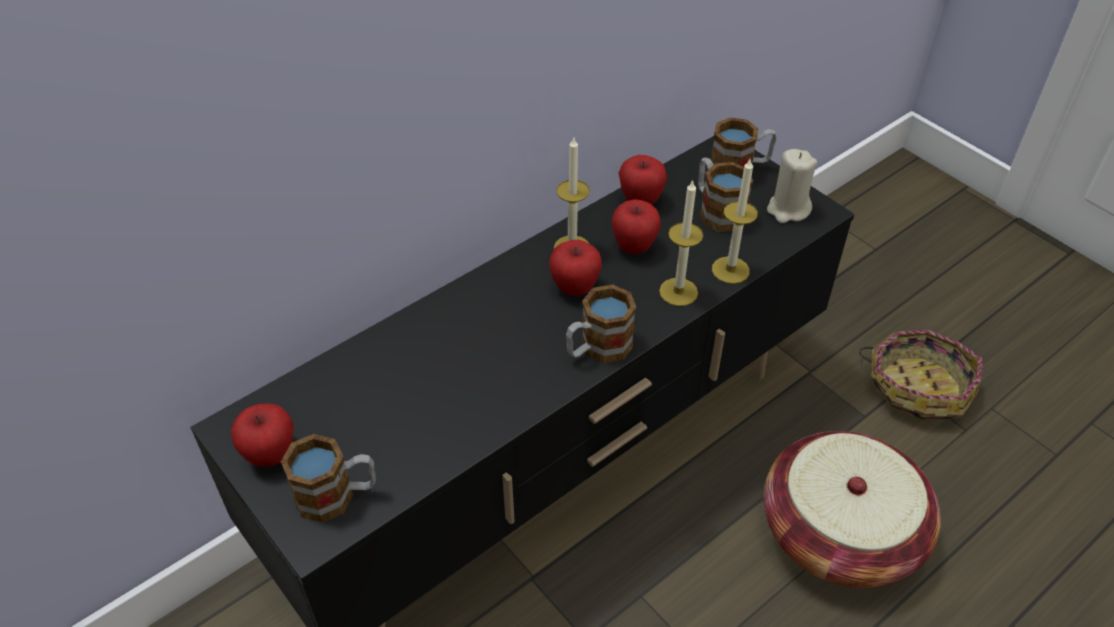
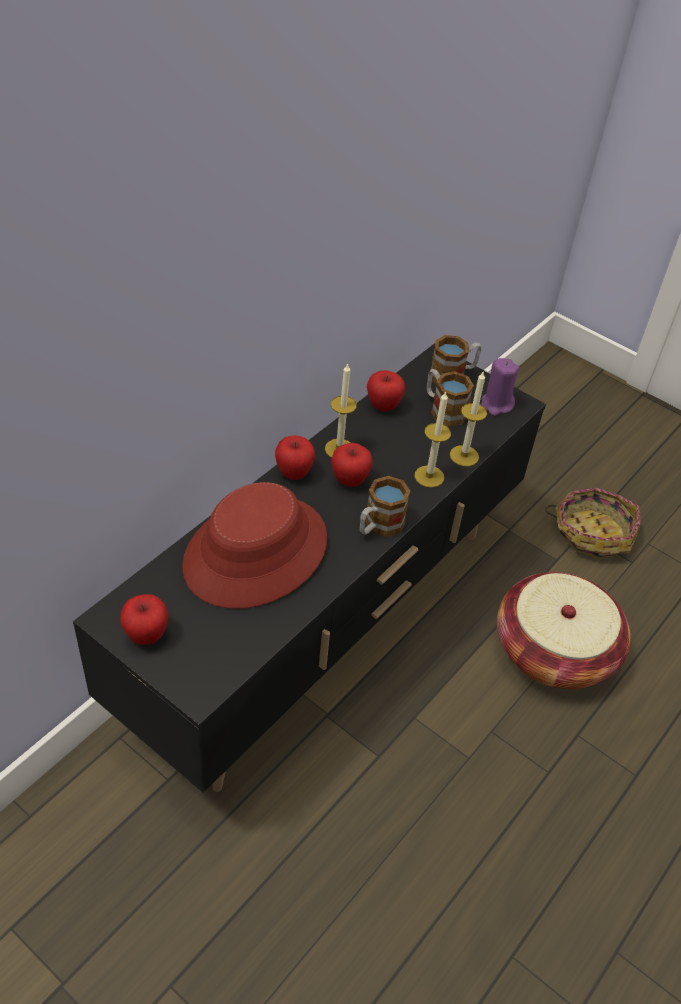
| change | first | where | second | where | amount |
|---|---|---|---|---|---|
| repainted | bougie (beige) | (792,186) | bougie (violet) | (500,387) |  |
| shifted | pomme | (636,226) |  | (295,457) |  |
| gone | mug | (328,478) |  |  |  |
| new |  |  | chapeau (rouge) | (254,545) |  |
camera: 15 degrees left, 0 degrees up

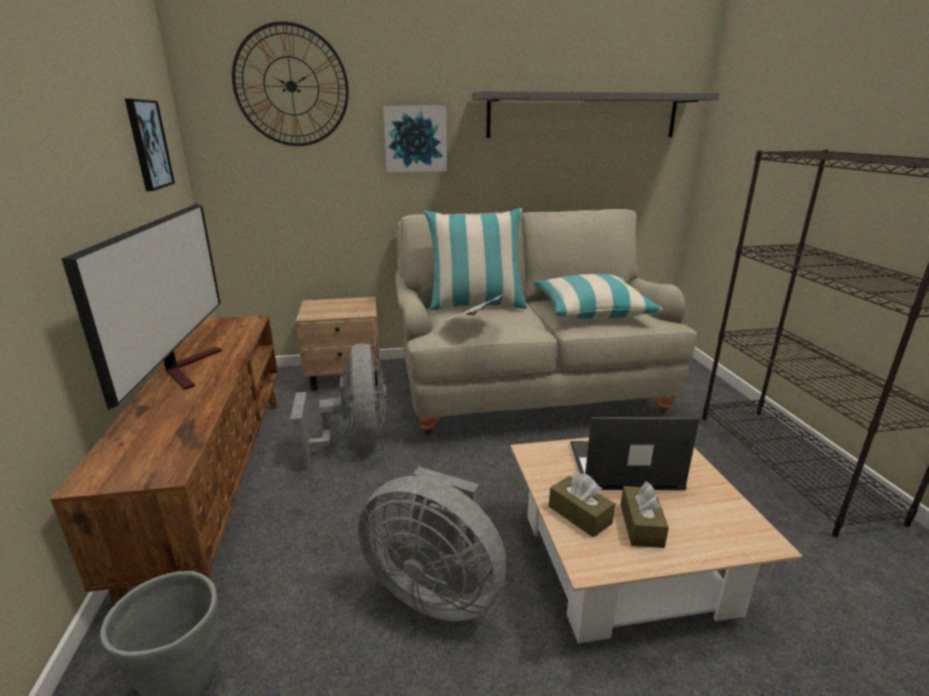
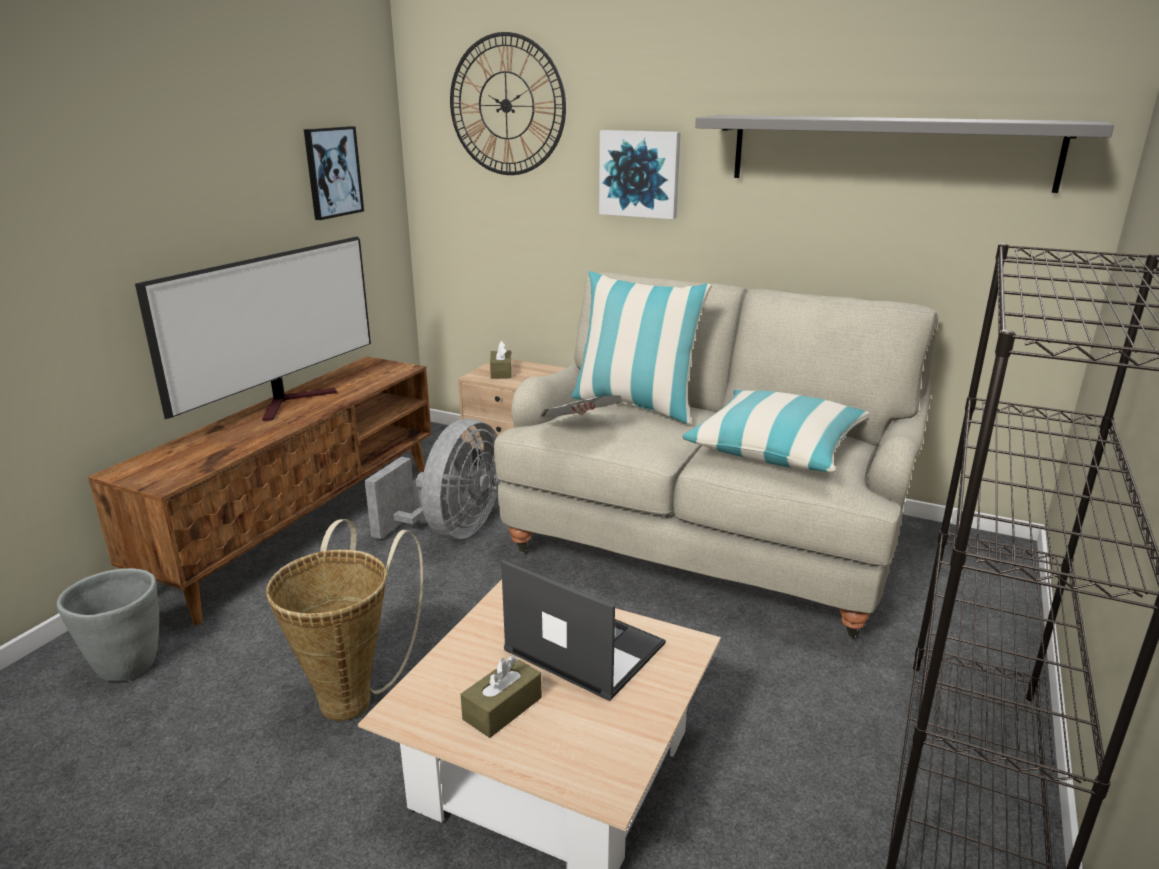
| change | first | where | second | where | amount |
|---|---|---|---|---|---|
| swapped | ventilateur (gris) | (432,544) | panier | (344,620) |  |
| shifted | boîte à mouchoirs (marron) | (582,505) |  | (501,360) |  |
camera: 35 degrees right, 0 degrees up

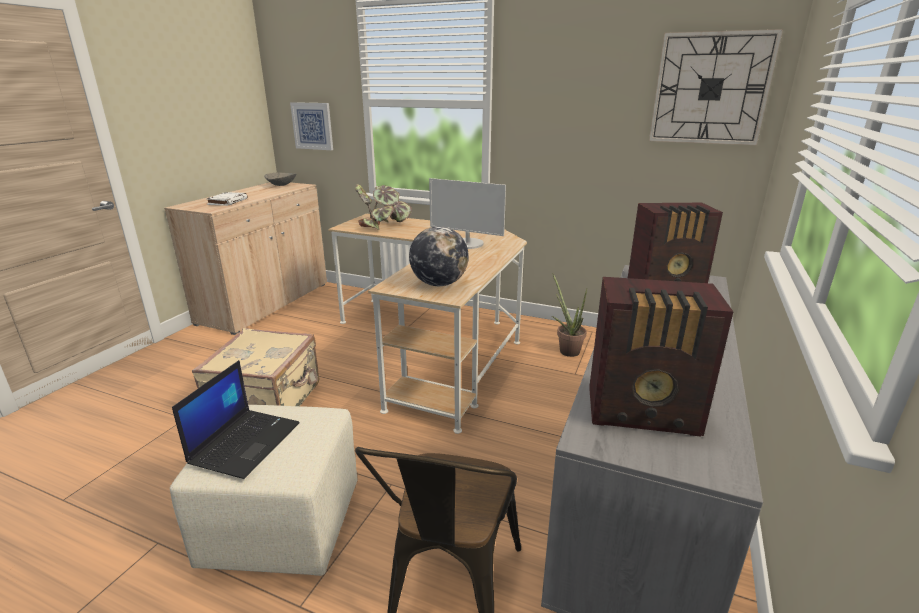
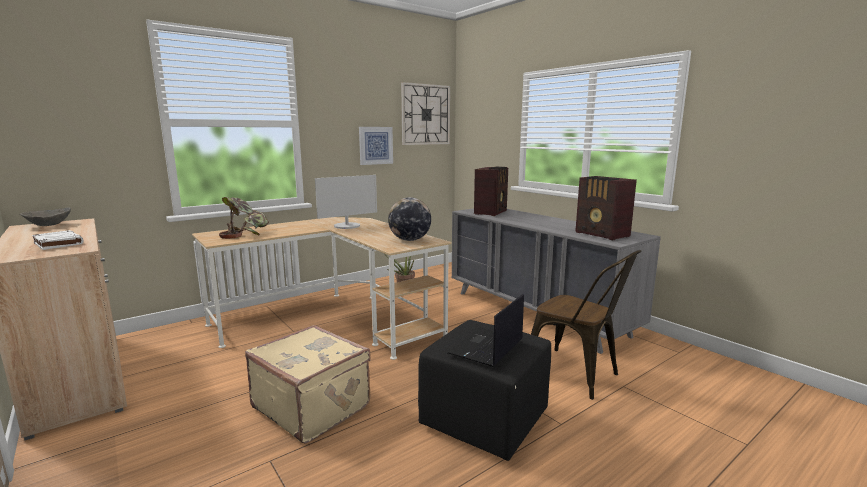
| change | first | where | second | where | amount |
|---|---|---|---|---|---|
| shifted | tableau | (311,126) |  | (376,146) |  |
| rotated | radio | (661,357) |  | (606,208) | 105 degrees clockwise |
| rotated | ordinateur portable | (236,419) |  | (486,330) | 105 degrees counterclockwise |
| repainted | pouf (beige) | (264,490) | pouf (noir) | (484,390) |  |
camera: 60 degrees left, 10 degrees down

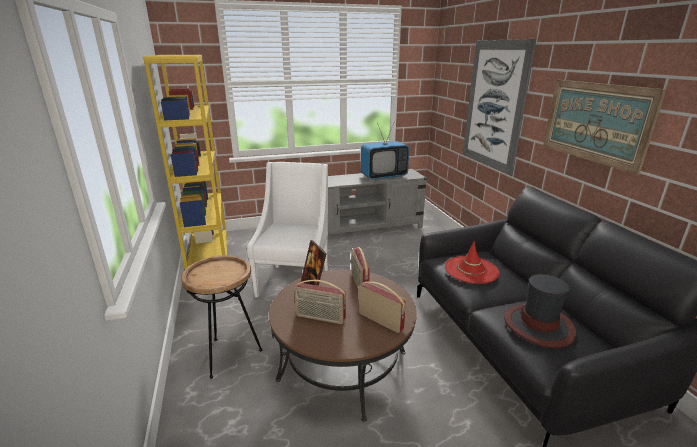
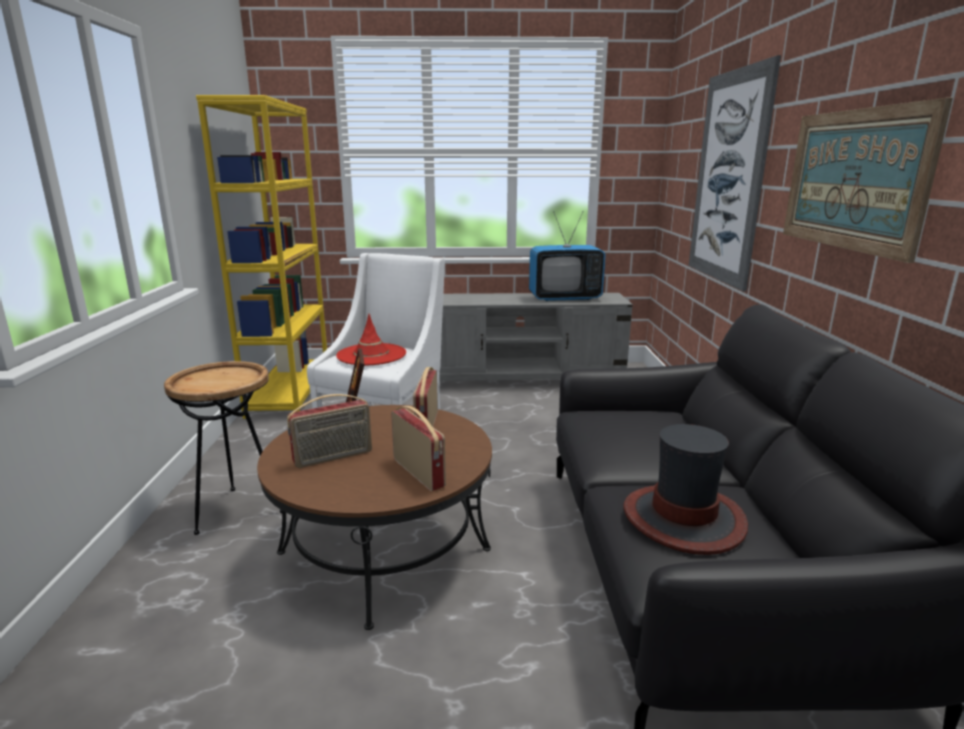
| change | first | where | second | where | amount |
|---|---|---|---|---|---|
| shifted | chapeau (rouge) | (472,262) |  | (371,339) |  |
| rotated | radio | (320,302) |  | (329,431) | 60 degrees counterclockwise |
camera: 15 degrees right, 5 degrees down

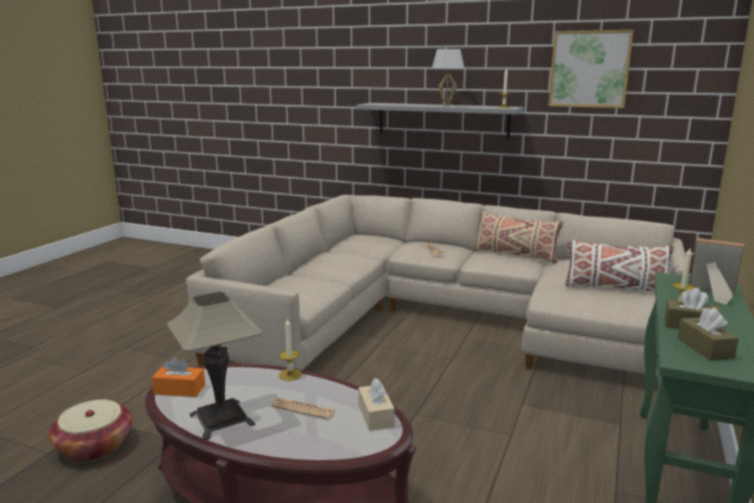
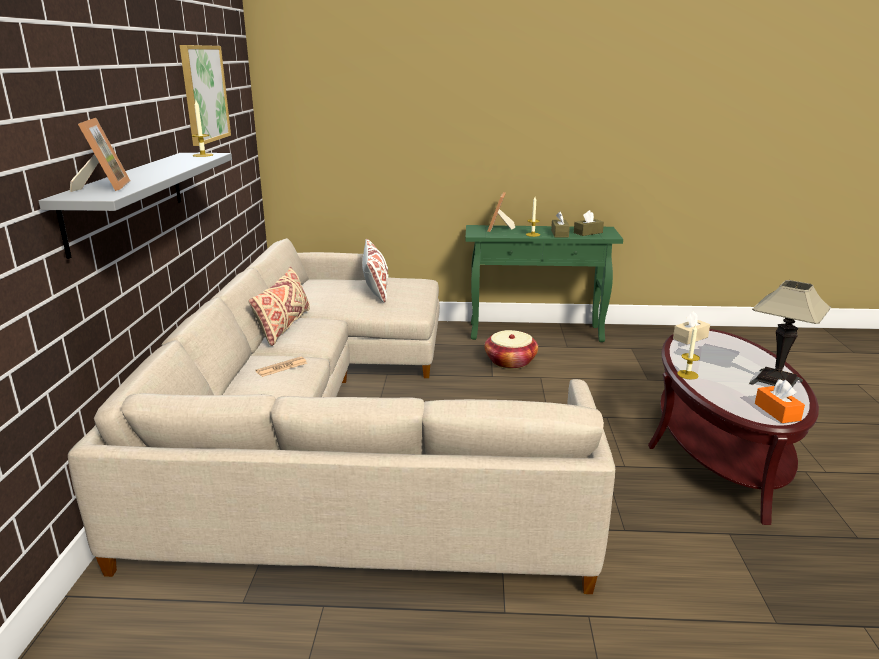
| change | first | where | second | where | amount |
|---|---|---|---|---|---|
| gone | lampe de table (blanc) | (448,77) |  |  |  |
| gone | journal | (303,408) |  |  |  |
| shifted | panier | (90,430) |  | (511,349) |  |
| new |  |  | cadre photo | (100,155) |  |
camera: 110 degrees left, 5 degrees up

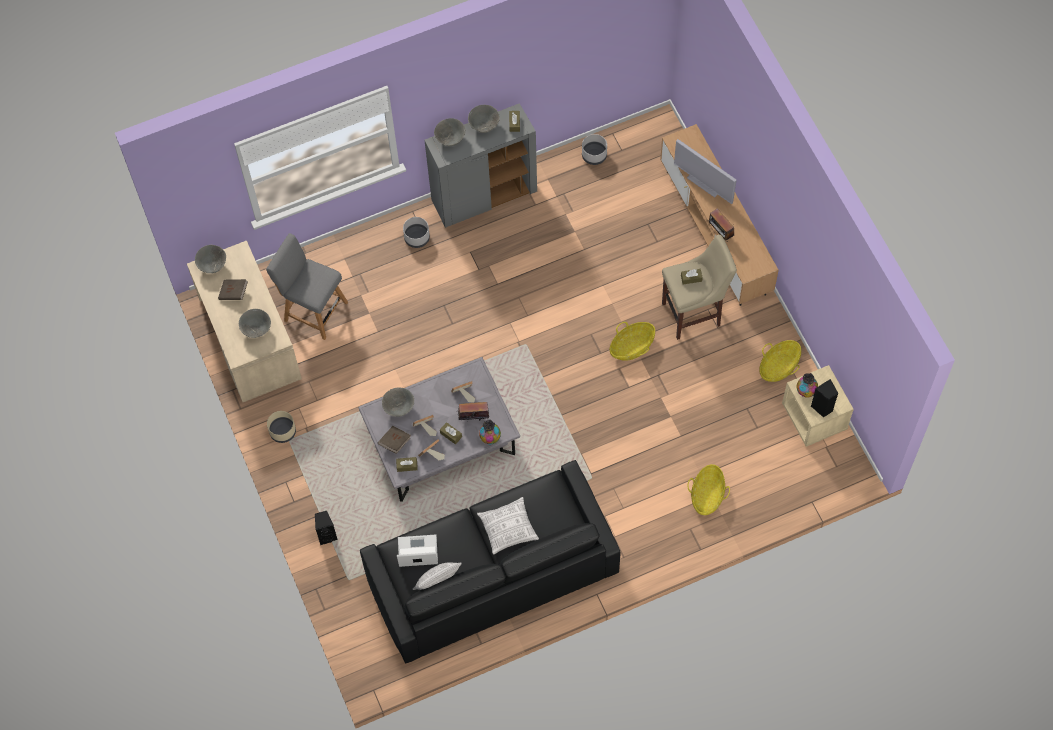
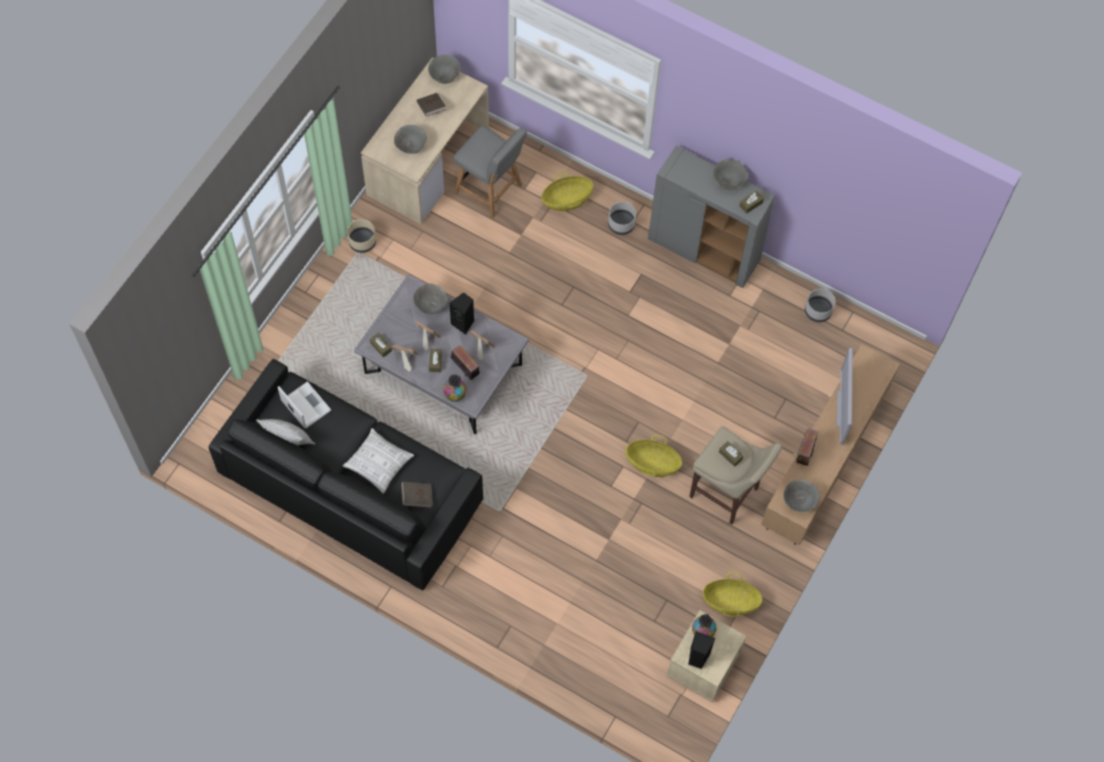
| change | first | where | second | where | amount |
|---|---|---|---|---|---|
| shifted | bol (gris) | (450,132) |  | (801,495) |  |
| rotated | chaise (gris) | (307,286) |  | (490,172) | 135 degrees clockwise |
| shifted | livre (marron) | (394,440) |  | (417,494) |  |
| shifted | panier | (709,489) |  | (567,191) |  |
| shifted | enceinte (noir) | (326,528) |  | (462,313) |  |
camera: 50 degrees right, 0 degrees up

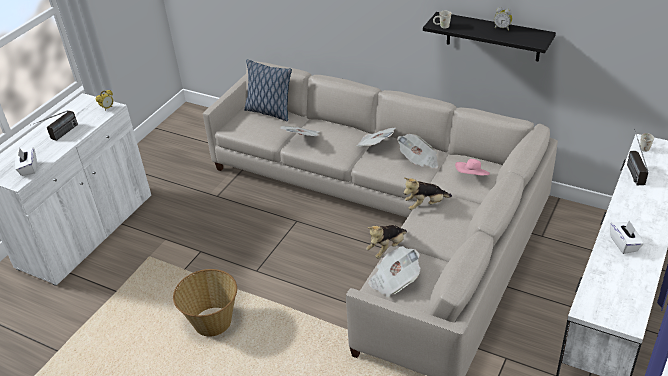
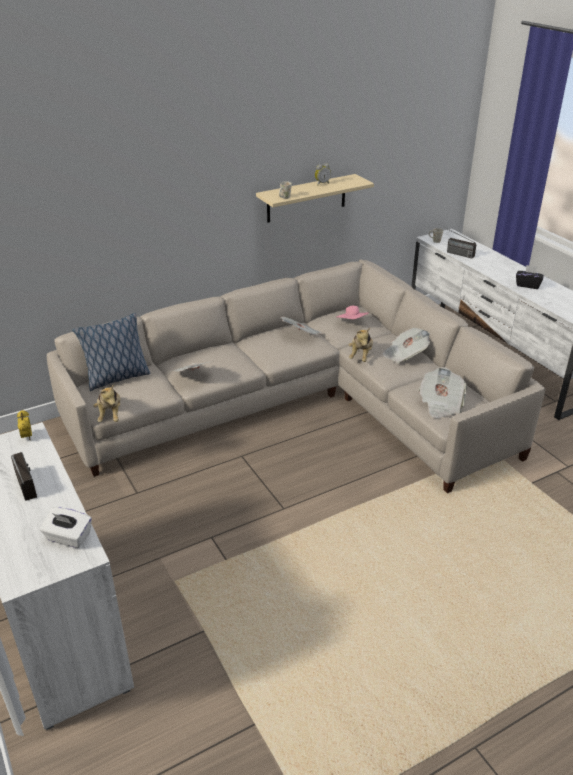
| change | first | where | second | where | amount |
|---|---|---|---|---|---|
| repainted | étagère (noir) | (489,37) | étagère (beige) | (315,198) |  |
| shifted | journal | (376,137) |  | (406,345) |  |
| repainted | boîte à mouchoirs (blanc) | (627,237) | boîte à mouchoirs (noir) | (530,277) |  |
| shifted | peluche | (386,242) |  | (106,403) |  |
| gone | panier | (205,302) |  |  |  |
camera: 60 degrees left, 5 degrees down

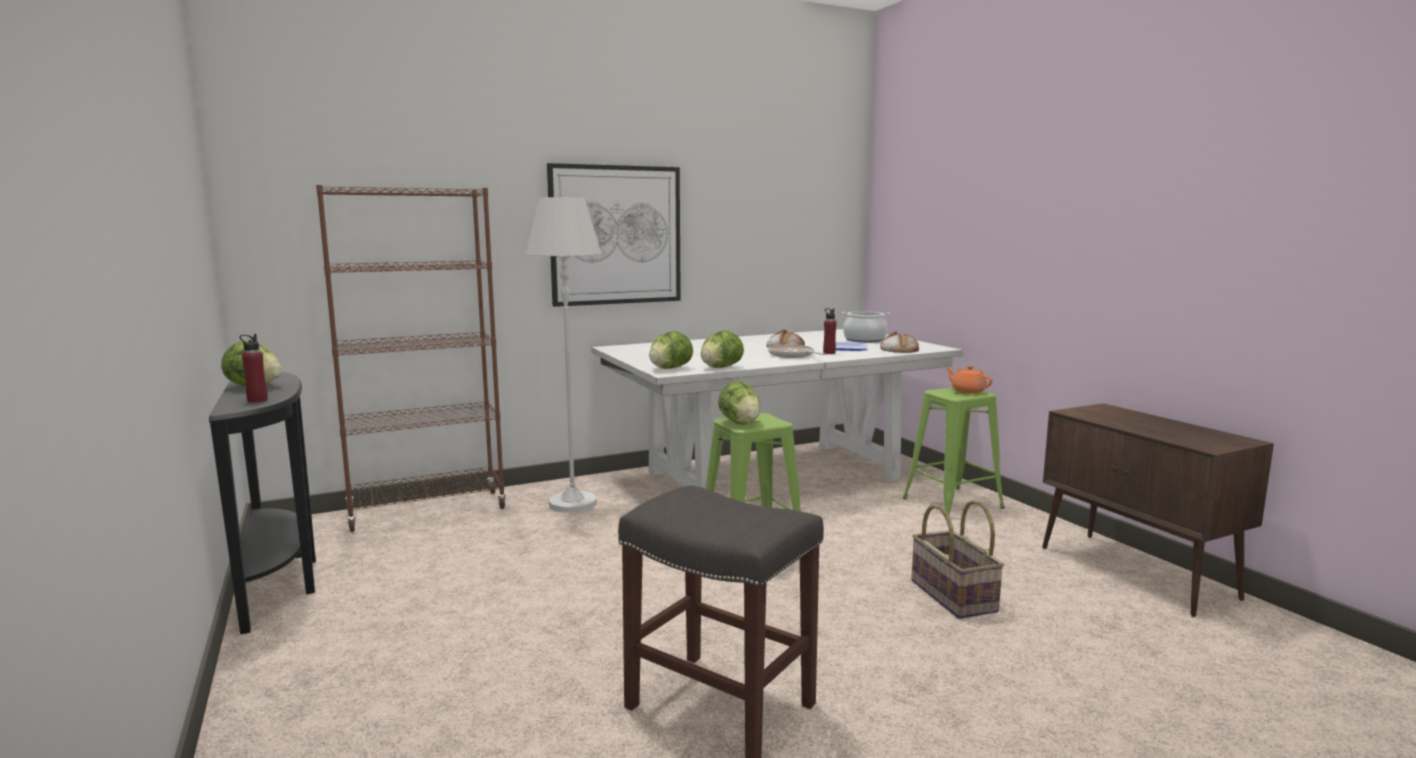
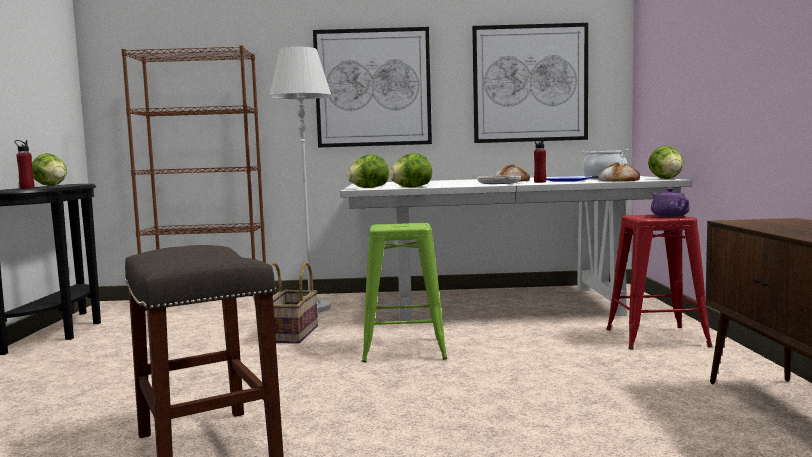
| change | first | where | second | where | amount |
|---|---|---|---|---|---|
| repainted | théière (orange) | (969,380) | théière (violet) | (670,202) |  |
| shifted | laitue | (739,403) |  | (666,162) |  |
| repainted | tabouret (vert) | (954,452) | tabouret (rouge) | (659,282) |  |
| shifted | panier | (957,559) |  | (294,303) |  |
| new |  |  | tableau | (530,83) |  |
camera: 25 degrees right, 5 degrees down

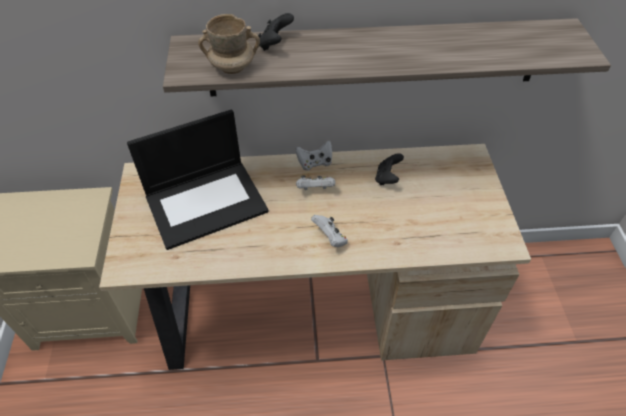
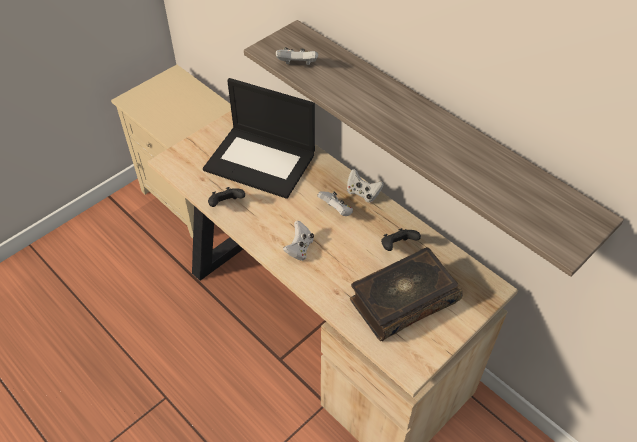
| change | first | where | second | where | amount |
|---|---|---|---|---|---|
| shifted | manette (noir) | (276,32) |  | (226,197) |  |
| swapped | mug (beige) | (229,44) | manette (blanc) | (297,56) |  |
| new |  |  | livre | (406,294) |  |
camera: 50 degrees right, 0 degrees up

